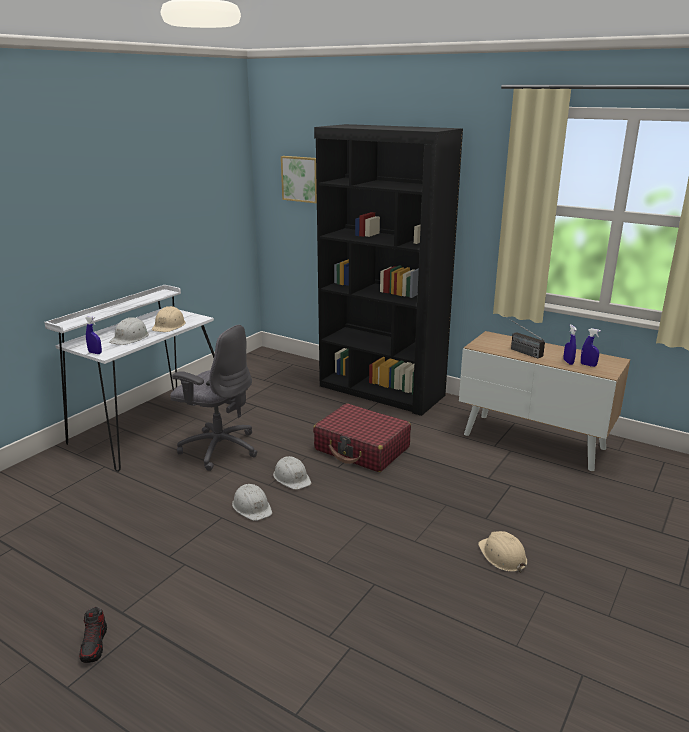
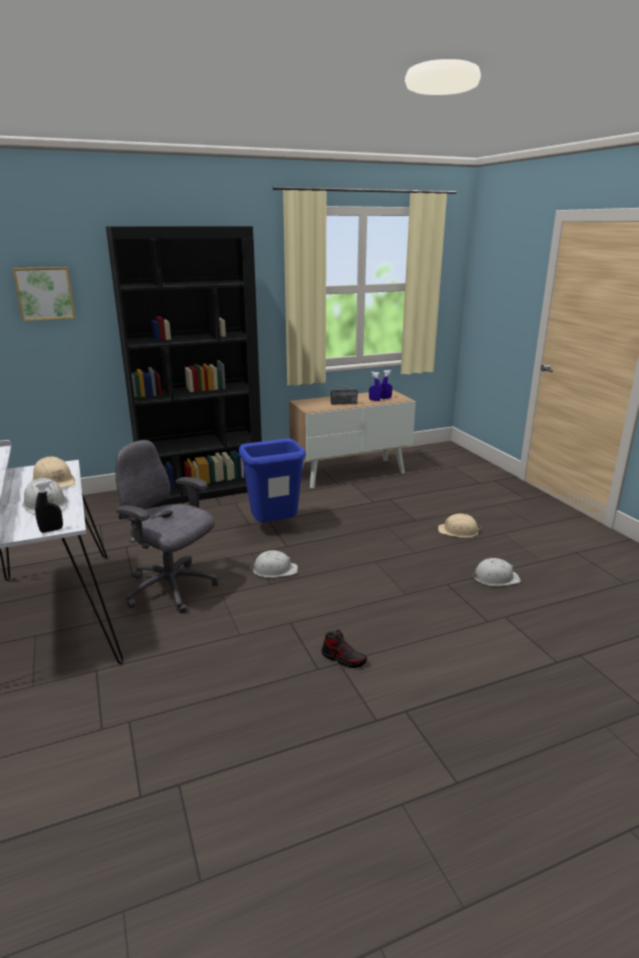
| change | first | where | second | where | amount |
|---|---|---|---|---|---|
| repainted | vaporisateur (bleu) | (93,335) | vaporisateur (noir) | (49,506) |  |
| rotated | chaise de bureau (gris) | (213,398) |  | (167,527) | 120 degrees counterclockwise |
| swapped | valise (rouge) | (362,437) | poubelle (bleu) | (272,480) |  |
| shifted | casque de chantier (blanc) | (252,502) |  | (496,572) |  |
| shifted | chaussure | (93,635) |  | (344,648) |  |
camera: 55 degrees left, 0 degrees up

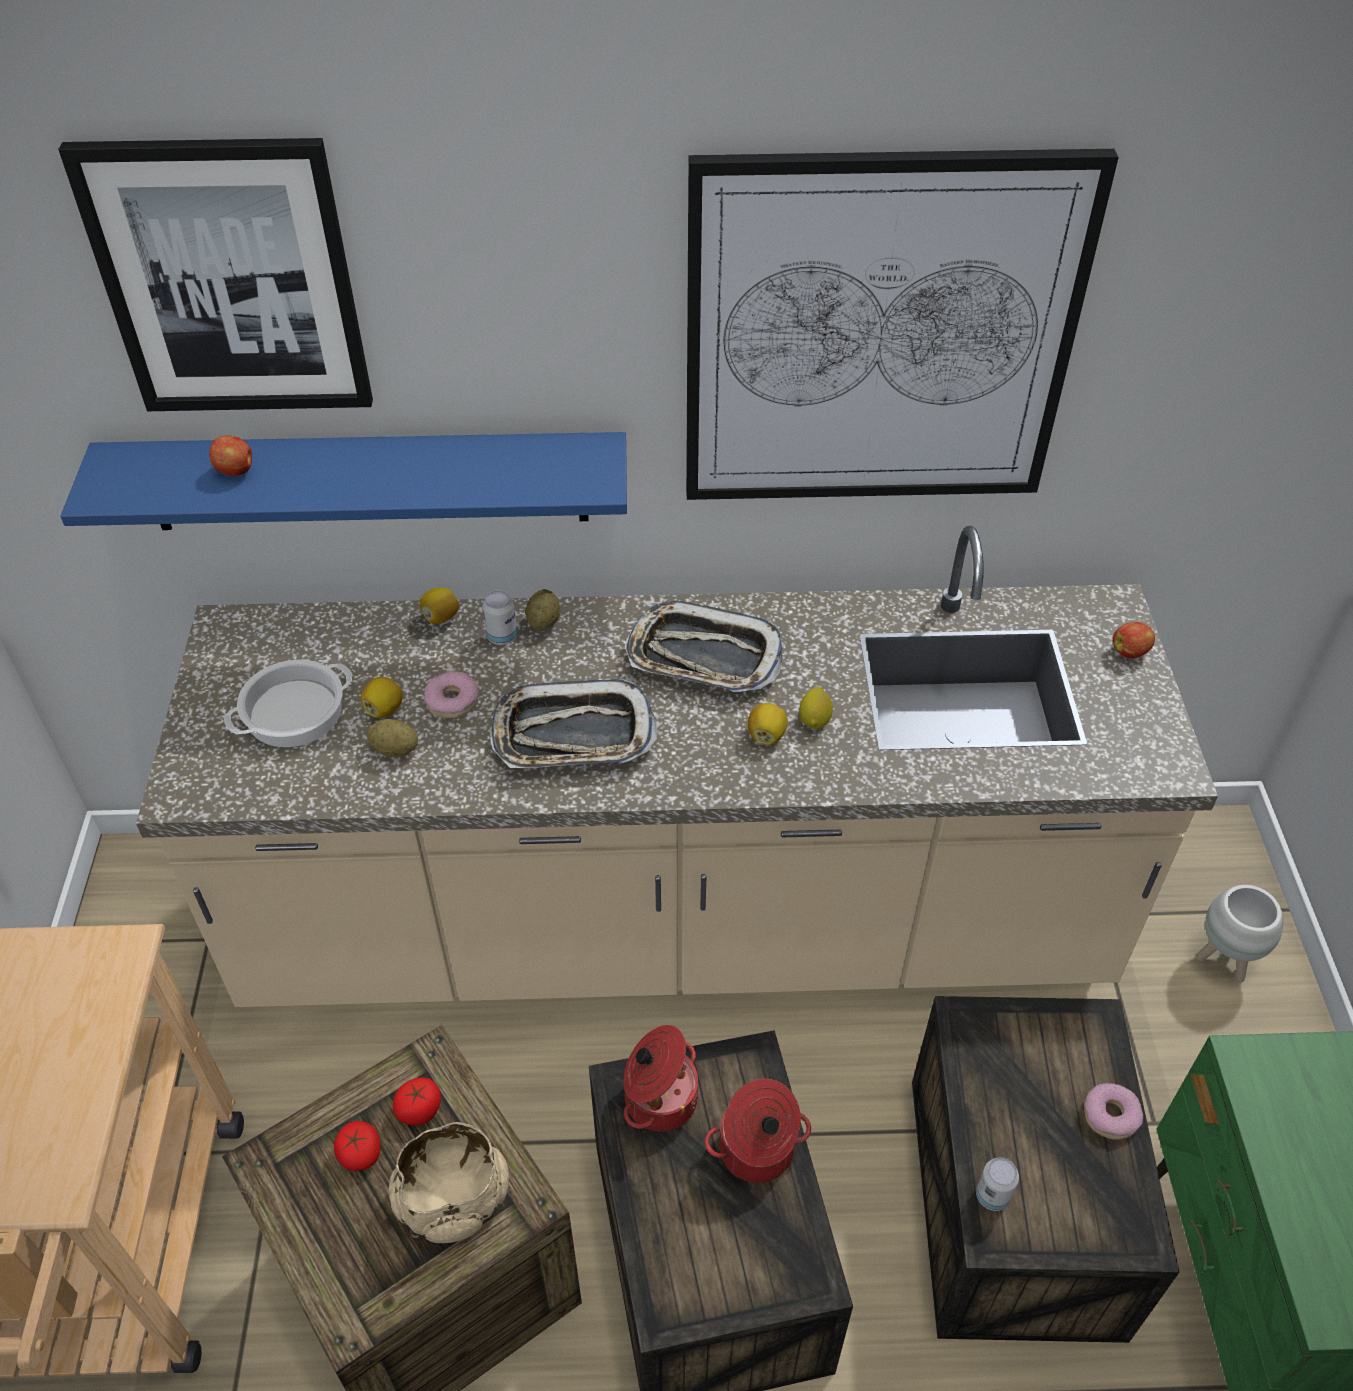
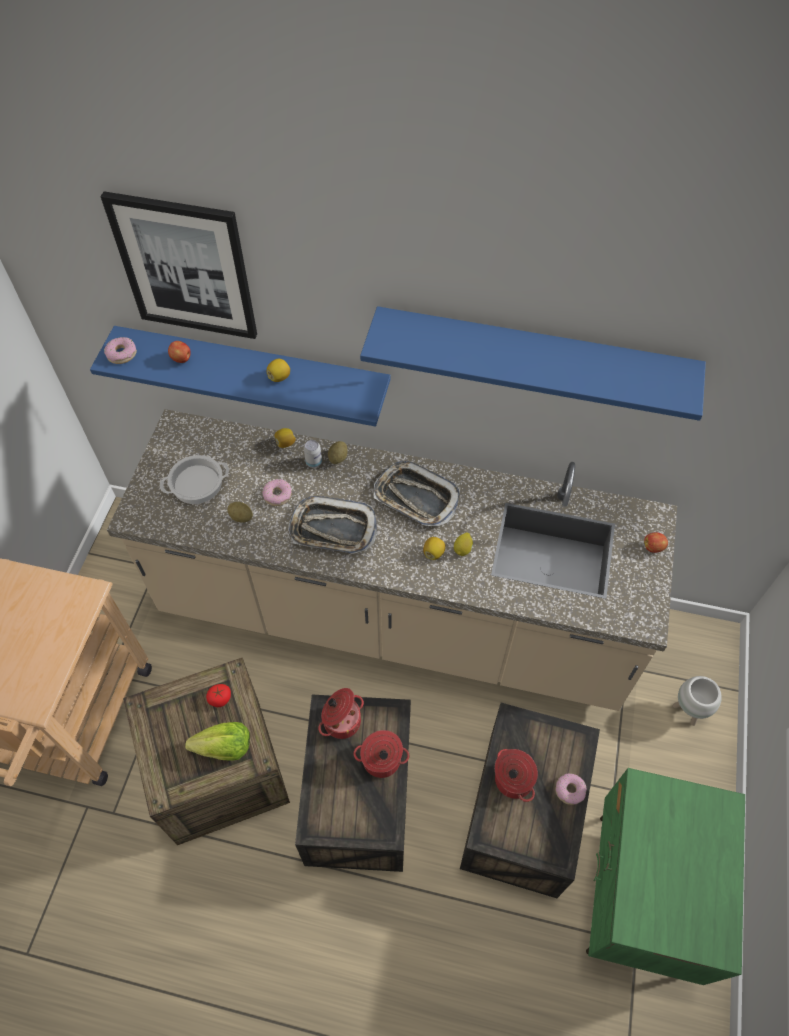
| change | first | where | second | where | amount |
|---|---|---|---|---|---|
| swapped | tableau | (902,324) | étagère (bleu) | (533,363) |  |
| shifted | citron | (381,697) |  | (278,370) |  |
| gone | tomate | (357,1146) |  |  |  |
| swapped | bol (beige) | (449,1182) | laitue | (217,741) |  |
| gone | boîte métallique | (997,1184) |  |  |  |
| new |  |  | beignet | (120,350) |  |
| new |  |  | marmite | (516,775) |  |
camera: 15 degrees right, 10 degrees up

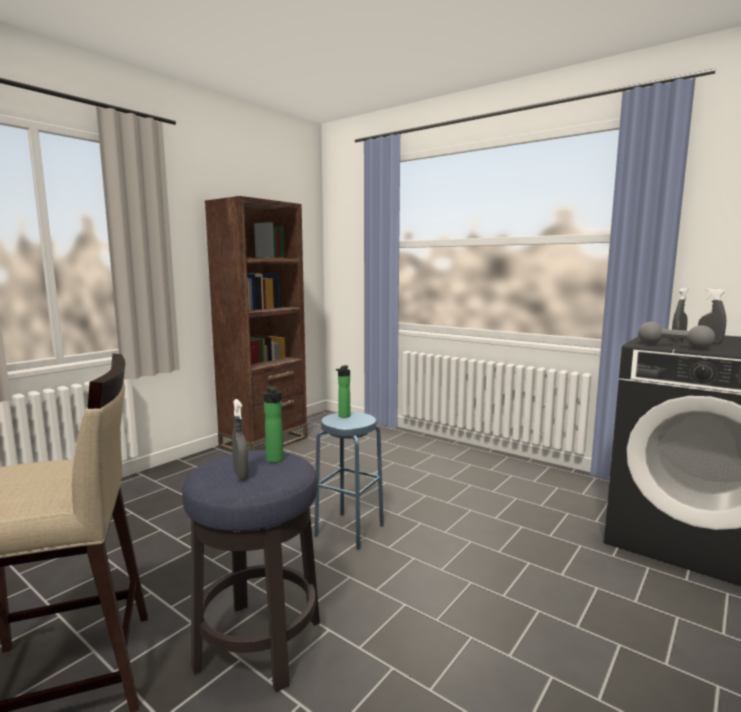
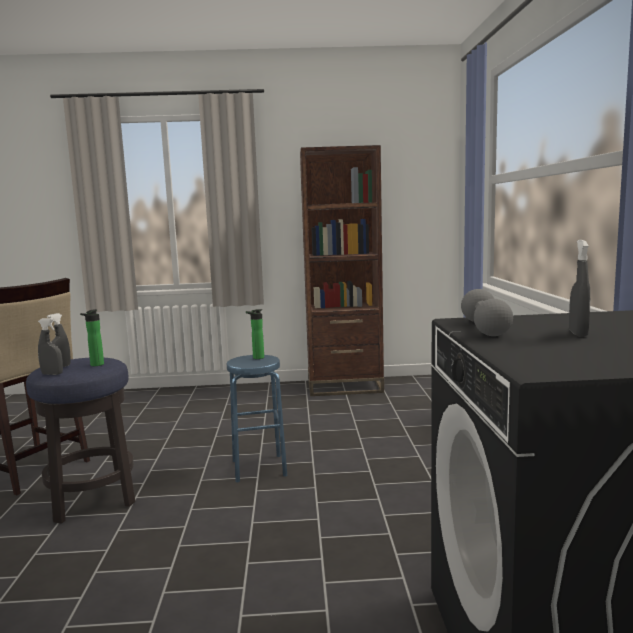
| change | first | where | second | where | amount |
|---|---|---|---|---|---|
| shifted | vaporisateur (gris) | (680,315) |  | (50,346) |  |
camera: 50 degrees right, 0 degrees up

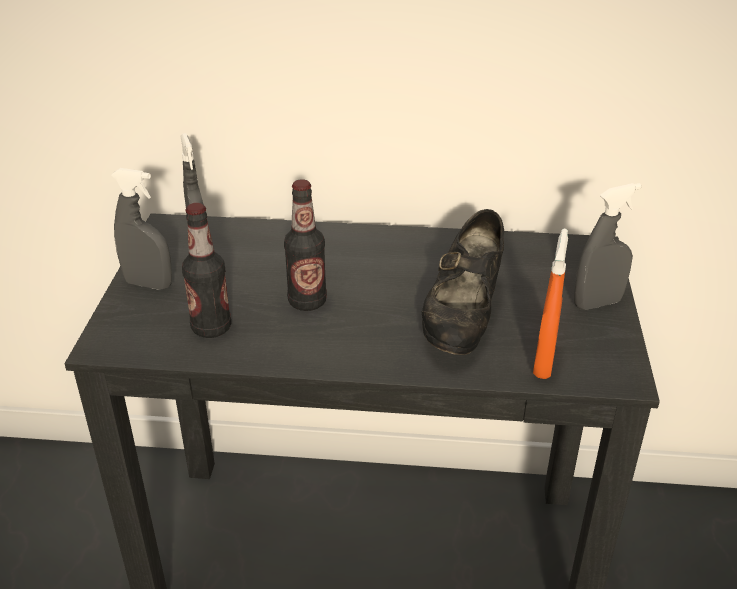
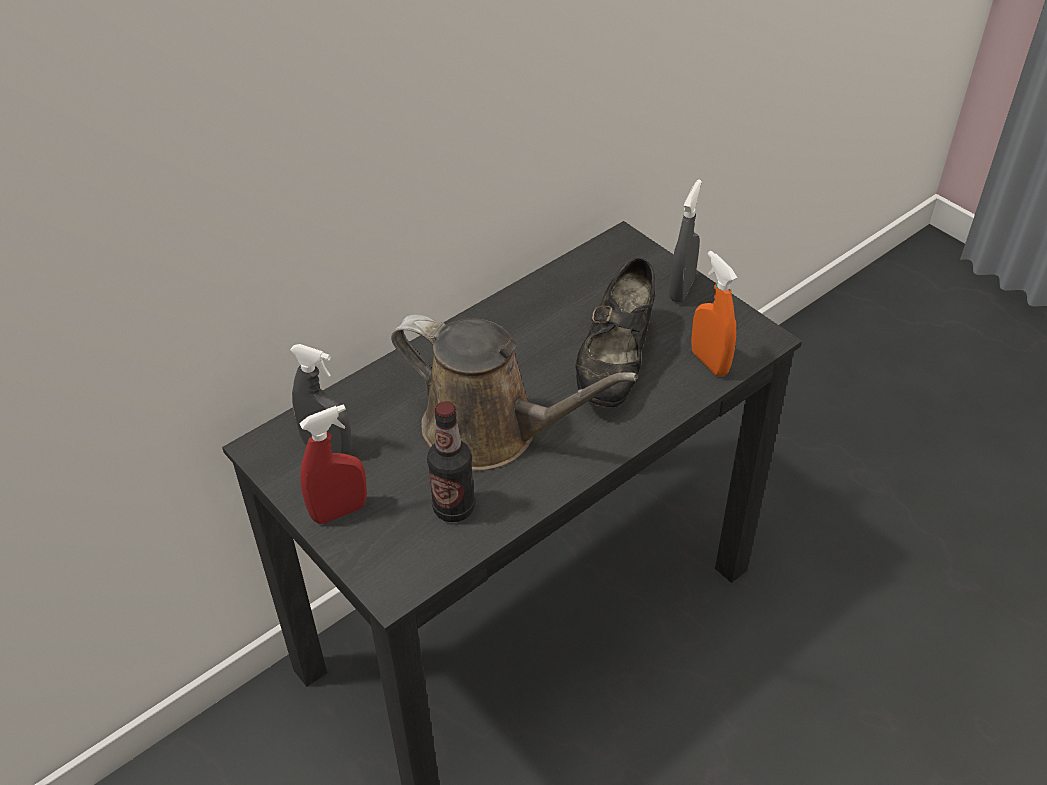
| change | first | where | second | where | amount |
|---|---|---|---|---|---|
| repainted | vaporisateur (gris) | (141,229) | vaporisateur (rouge) | (333,464) |  |
| swapped | bouteille | (305,245) | arrosoir (marron) | (514,393) |  |
| rotated | chaussure (noir) | (463,282) |  | (615,333) | 45 degrees clockwise |
camera: 45 degrees left, 10 degrees up

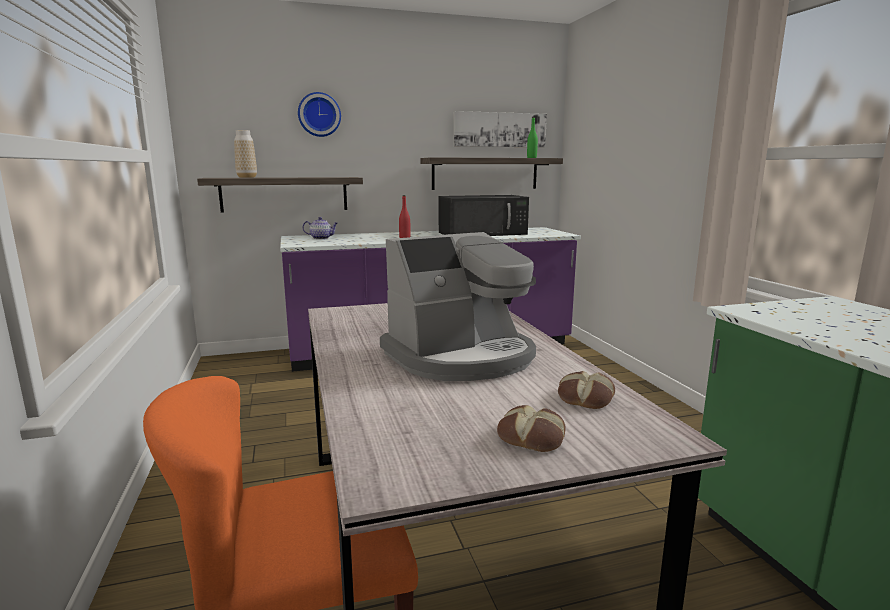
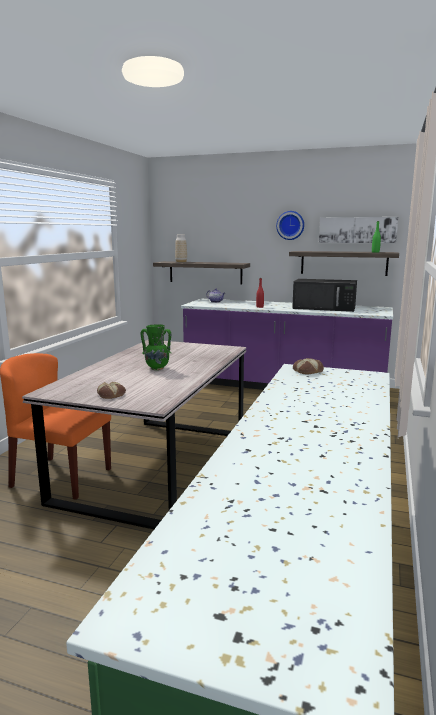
| change | first | where | second | where | amount |
|---|---|---|---|---|---|
| shifted | horloge murale | (319,114) |  | (290,225) |  |
| swapped | machine à café | (458,306) | vase (vert) | (156,347) |  |
| shifted | pain | (586,390) |  | (308,366) |  |
camera: 35 degrees right, 0 degrees up

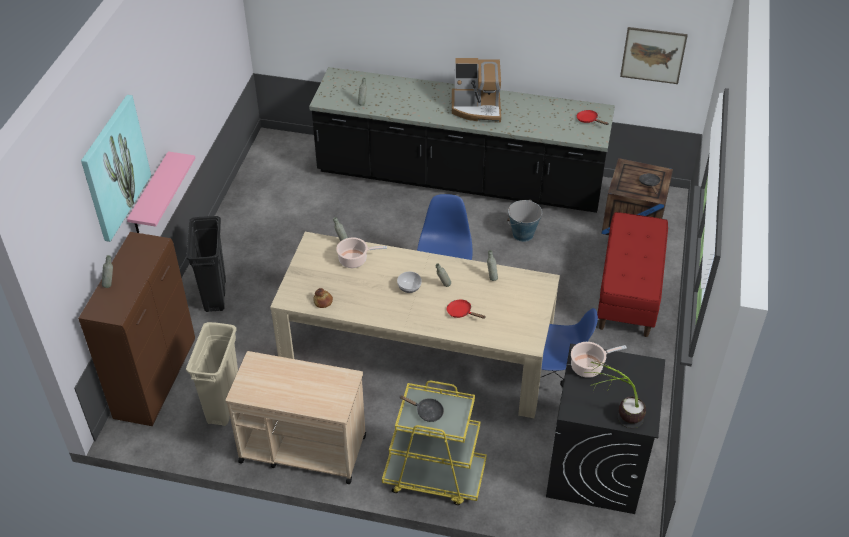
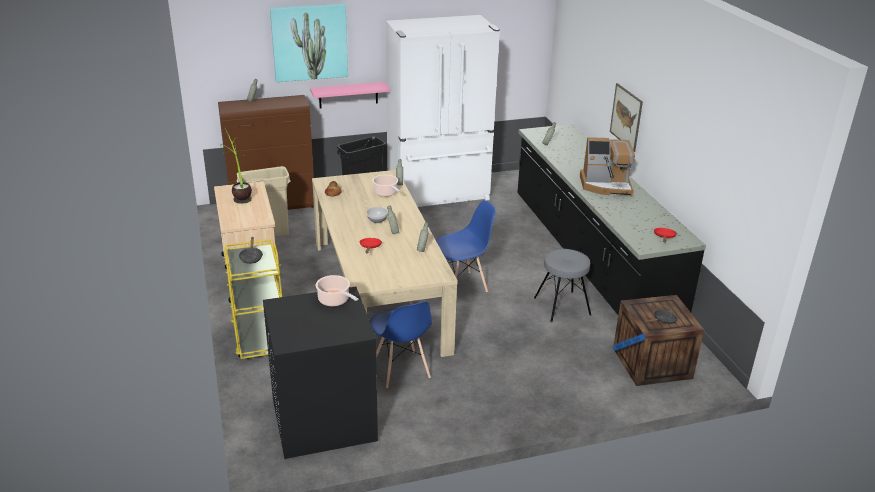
| change | first | where | second | where | amount |
|---|---|---|---|---|---|
| shifted | tableau | (654,55) |  | (626,117) |  |
| rotated | machine à café | (476,90) |  | (607,167) | 60 degrees counterclockwise |
| swapped | seau | (524,221) | tabouret (gris) | (562,285) |  |
| gone | banc (rouge) | (632,274) |  |  |  |
| shifted | plante en pot | (615,394) |  | (235,166) |  |
| new |  |  | réfrigérateur (blanc) | (443,111) |  |
camera: 60 degrees right, 15 degrees down

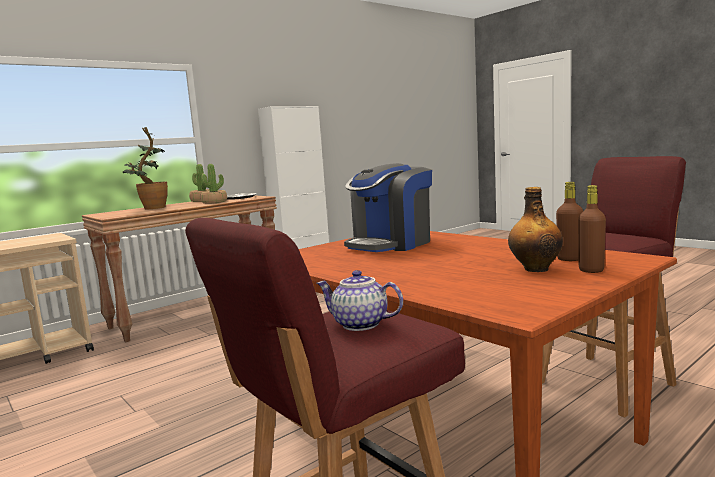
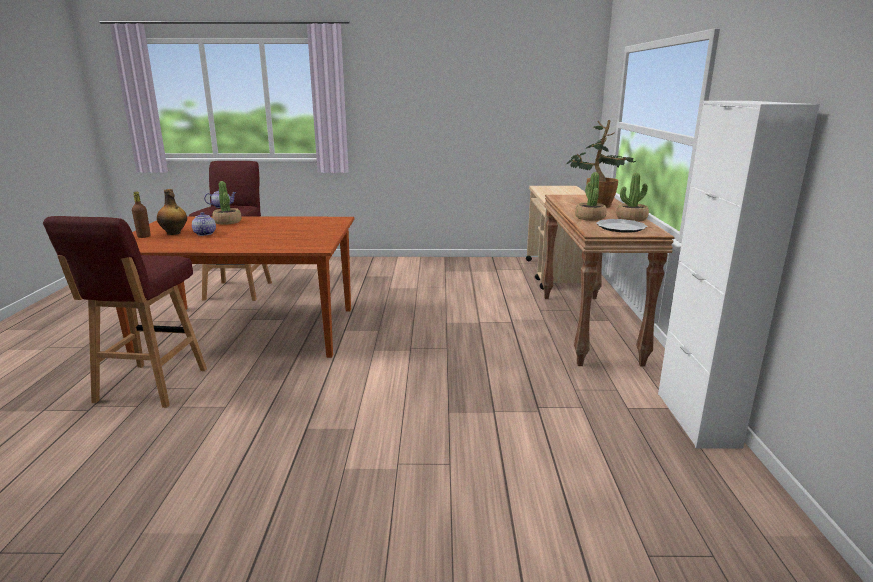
| change | first | where | second | where | amount |
|---|---|---|---|---|---|
| gone | machine à café | (388,207) |  |  |  |
| gone | bouteille (marron) | (569,221) |  |  |  |
| new |  |  | plante en pot | (226,203) |  |
| new |  |  | théière | (204,224) |  |
camera: 130 degrees right, 10 degrees up

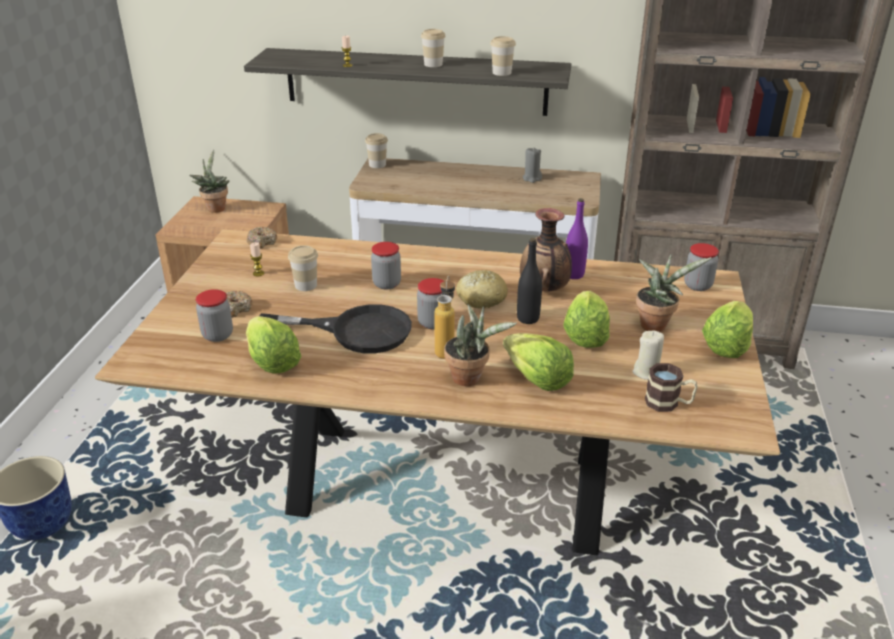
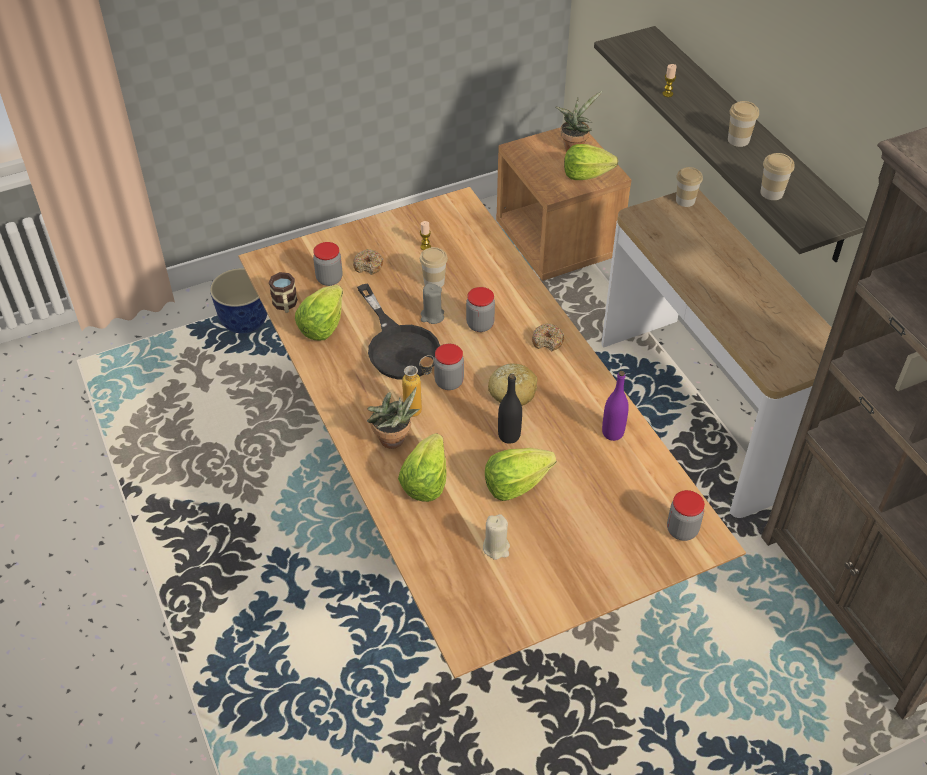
| change | first | where | second | where | amount |
|---|---|---|---|---|---|
| shifted | bougie (gris) | (532,165) |  | (432,304) |  |
| gone | vase | (546,249) |  |  |  |
| shifted | beignet | (262,238) |  | (548,337) |  |
| gone | plante en pot | (673,293) |  |  |  |
| shifted | laitue | (727,329) |  | (591,162) |  |
| shifted | mug | (671,387) |  | (283,292) |  |
camera: 55 degrees right, 15 degrees up

